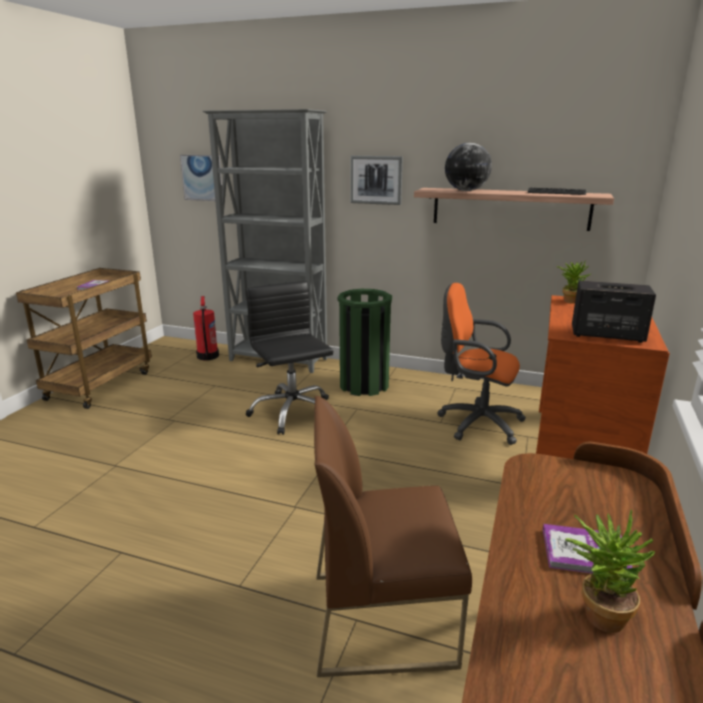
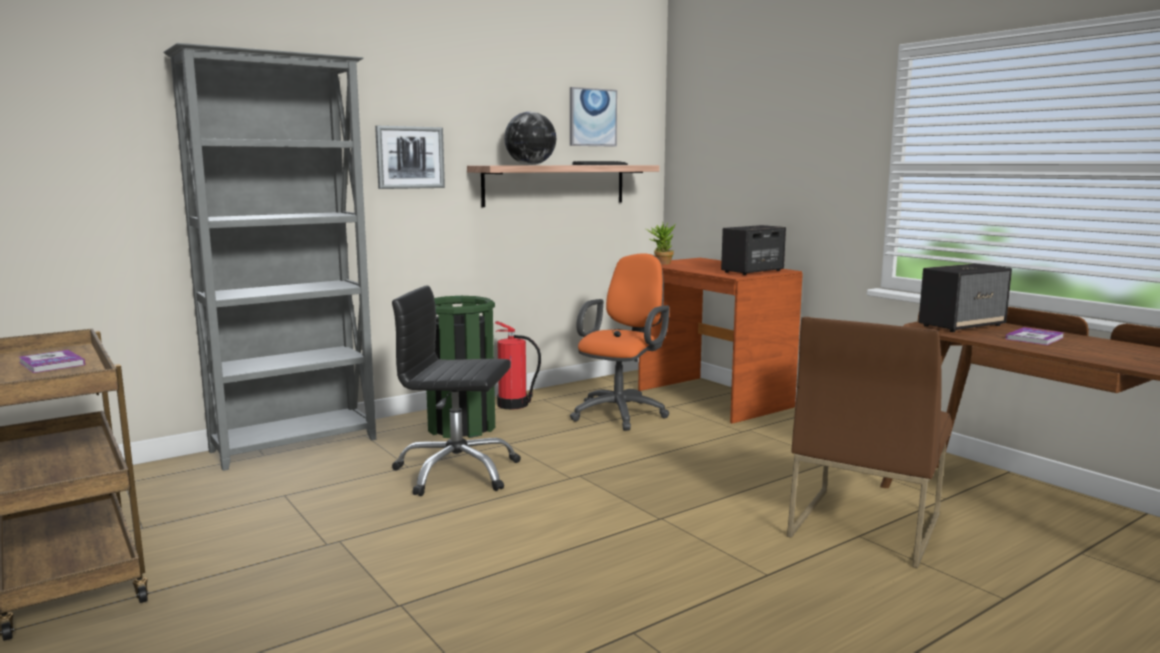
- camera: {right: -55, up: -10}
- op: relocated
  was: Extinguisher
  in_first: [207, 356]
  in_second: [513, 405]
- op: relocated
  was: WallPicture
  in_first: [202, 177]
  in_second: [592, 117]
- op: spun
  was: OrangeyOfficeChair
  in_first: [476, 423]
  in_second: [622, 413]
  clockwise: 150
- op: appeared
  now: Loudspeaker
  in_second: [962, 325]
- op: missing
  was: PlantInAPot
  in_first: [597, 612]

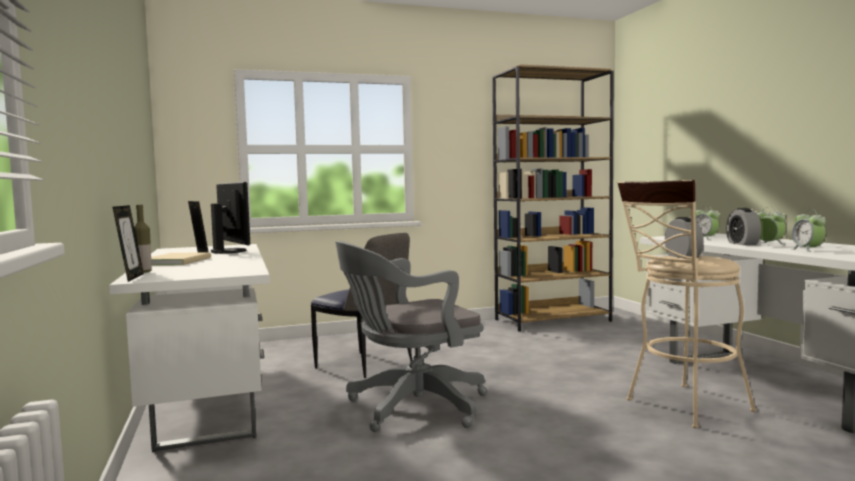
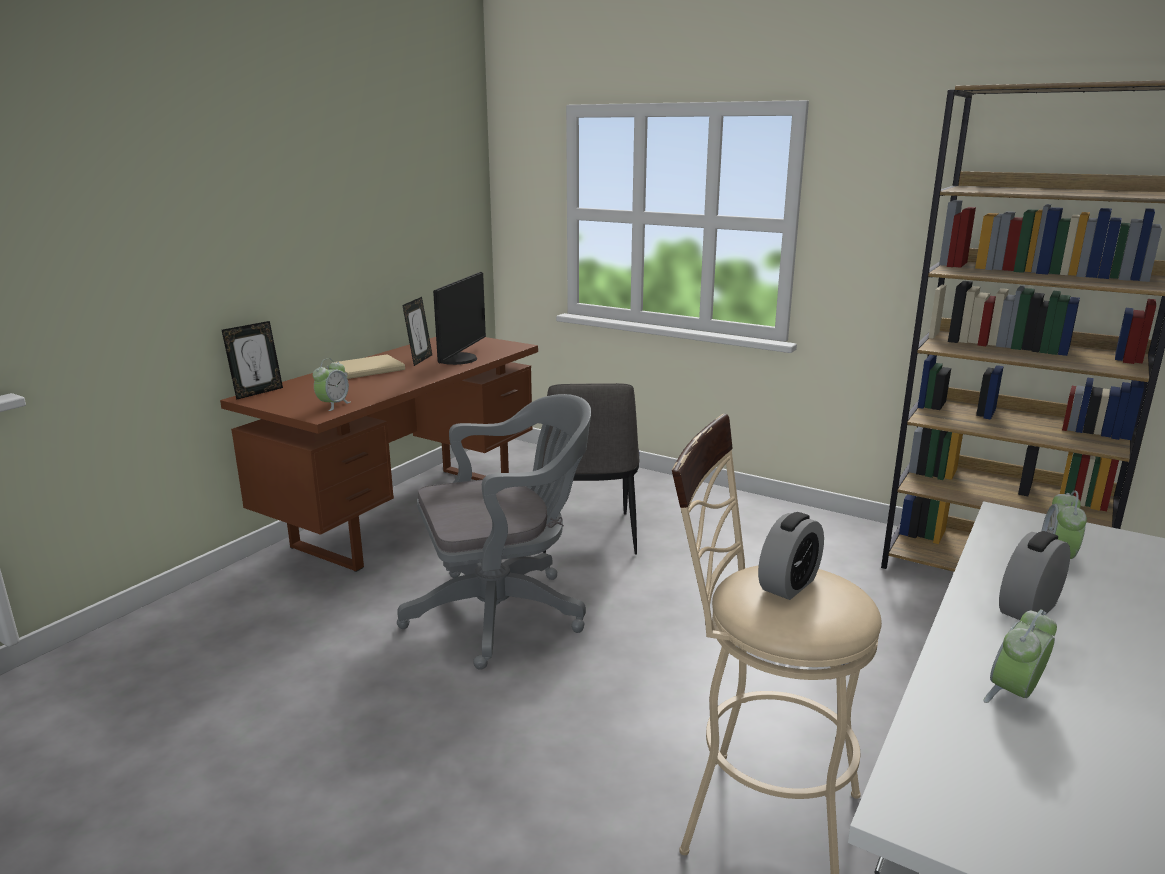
- camera: {right: 50, up: 15}
- op: colour
  was: WhiteDesk
  now: BrownColouredDesk
  in_first: [208, 401]
  in_second: [408, 513]
- op: relocated
  was: AlarmClock
  in_first: [769, 243]
  in_second: [333, 405]
- op: spun
  was: GreyishOfficeChair
  in_first: [411, 407]
  in_second: [504, 612]
  clockwise: 135
- op: missing
  was: BeverageBottle
  in_first: [143, 272]

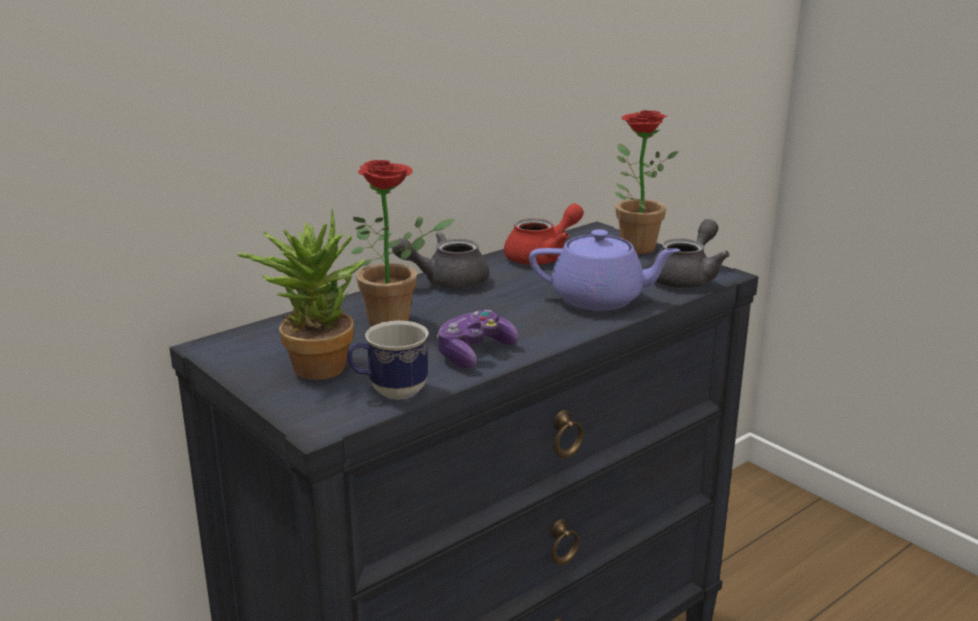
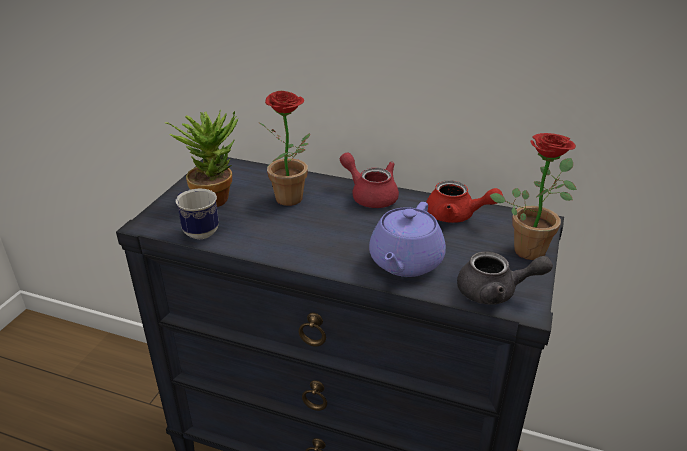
- camera: {right: 60, up: 10}
- op: colour
  was: GreyishTeapot
  now: RedTeapot
  in_first: [446, 281]
  in_second: [370, 195]
- op: spun
  was: PurplishTeapot
  in_first: [599, 299]
  in_second: [405, 262]
  clockwise: 45
- op: missing
  was: GameController
  in_first: [474, 353]

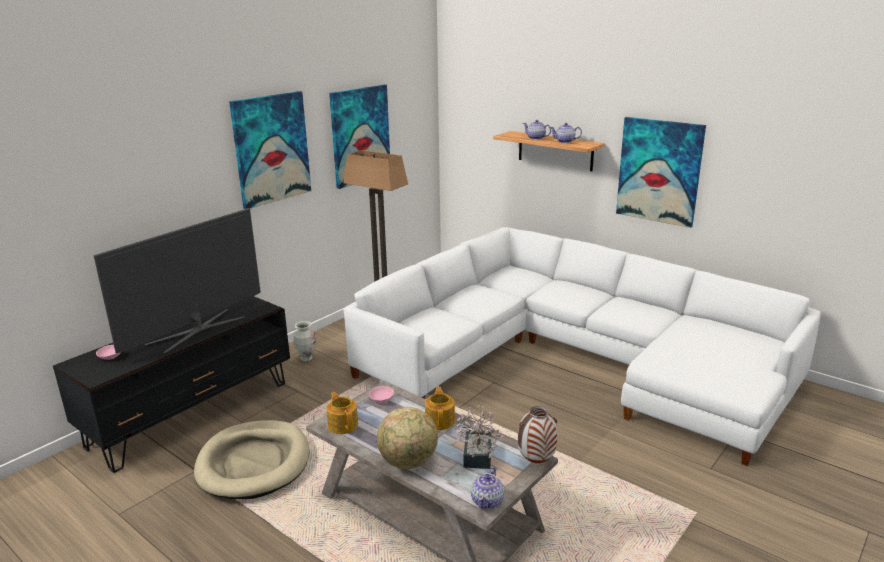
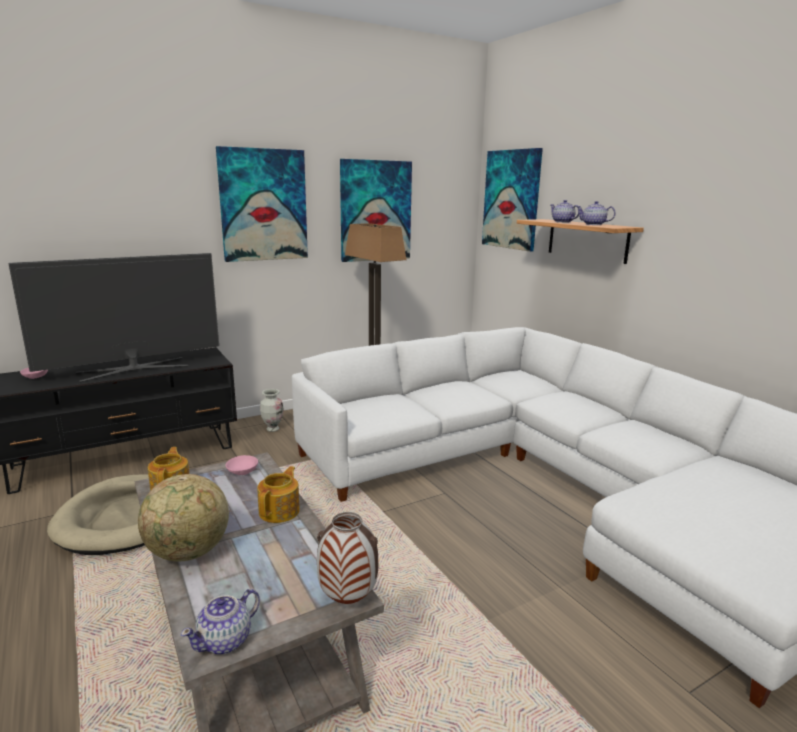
- camera: {right: 20, up: -5}
- op: relocated
  was: WallPicture
  in_first: [659, 171]
  in_second: [511, 199]
- op: missing
  was: PlantInAPot
  in_first: [476, 459]

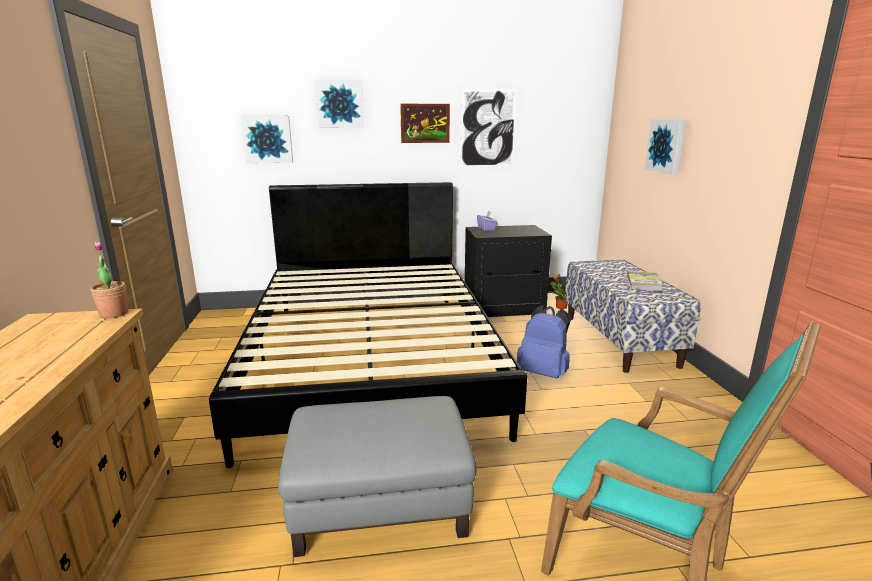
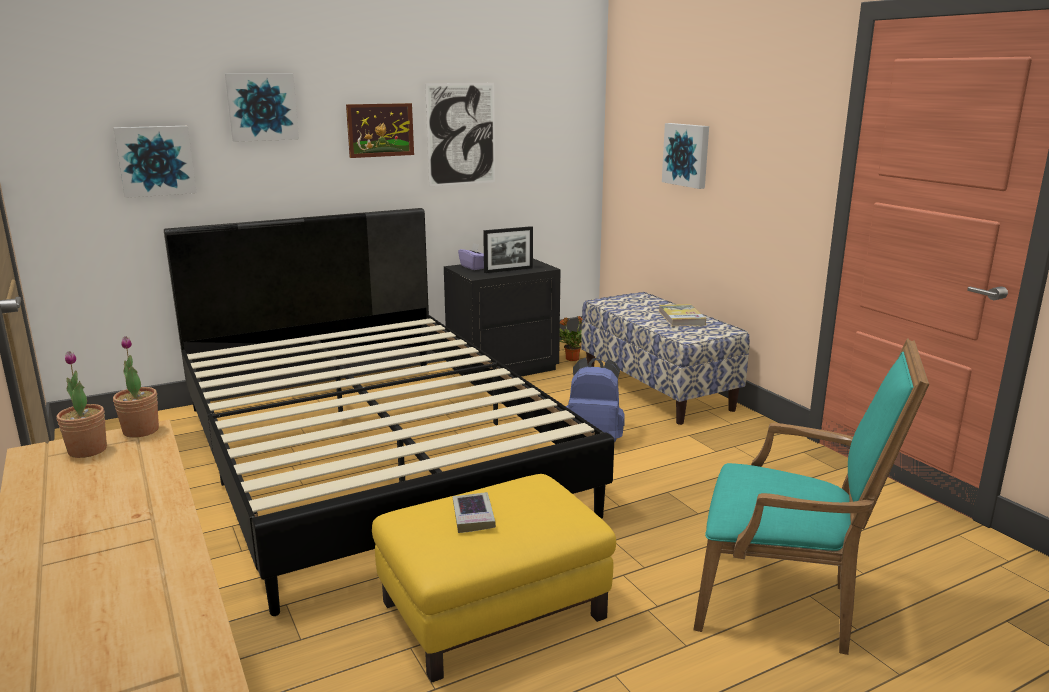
- camera: {right: -20, up: 0}
- op: appeared
  now: PlantInAPot
  in_second: [87, 450]
- op: colour
  was: GreyishPouffe
  now: YellowishPouffe
  in_first: [380, 503]
  in_second: [493, 609]
- op: appeared
  now: Volume
  in_second: [473, 516]
- op: appeared
  now: PhotoFrame
  in_second: [508, 270]

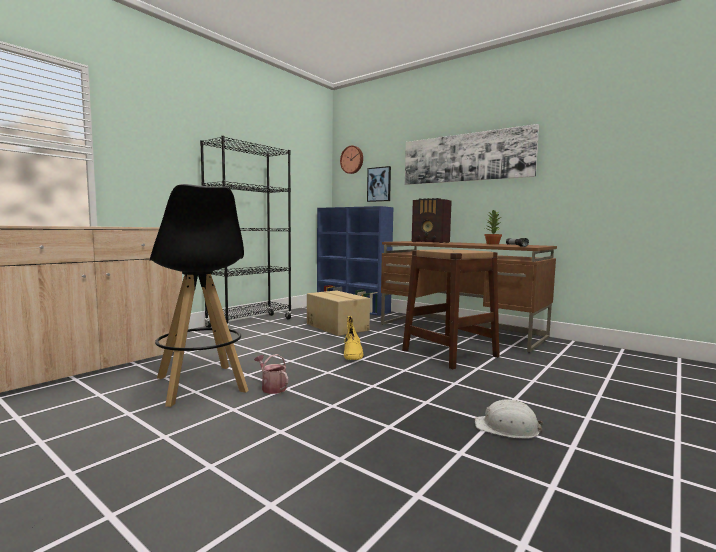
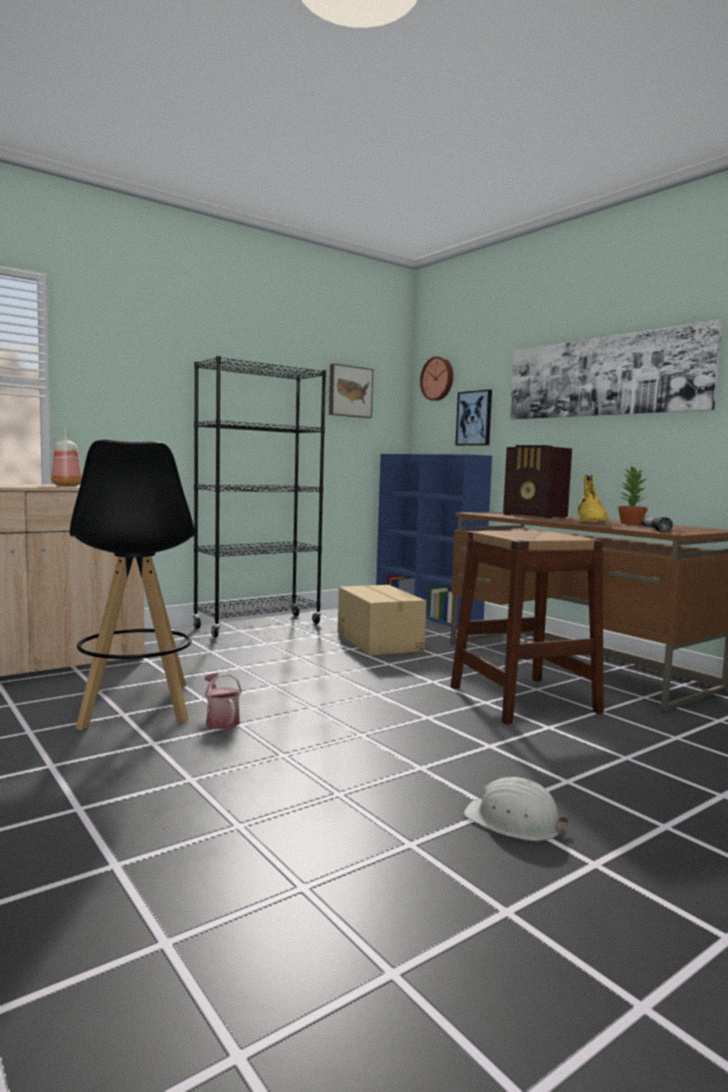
- camera: {right: 15, up: 0}
- op: appeared
  now: BeverageBottle
  in_second: [68, 485]
- op: appeared
  now: WallPicture
  in_second: [349, 391]
- op: relocated
  was: YellowishTallBoot
  in_first: [353, 354]
  in_second: [591, 521]

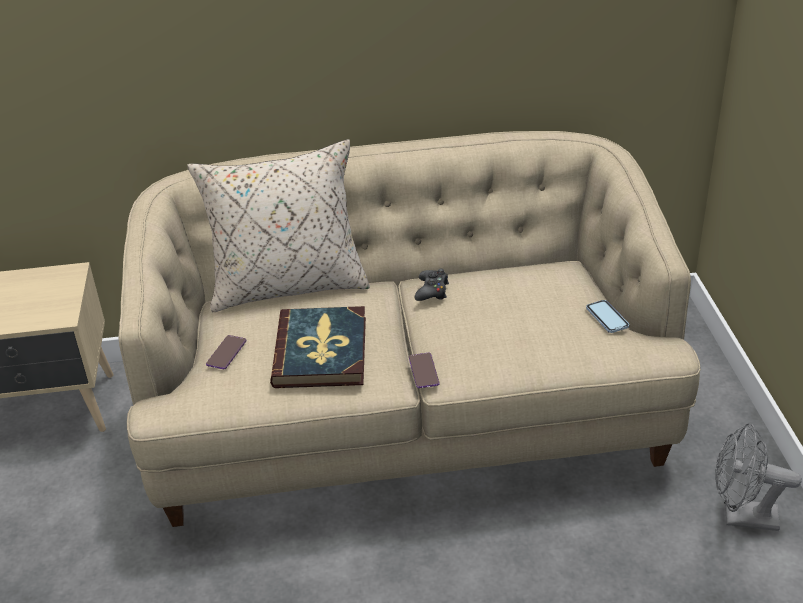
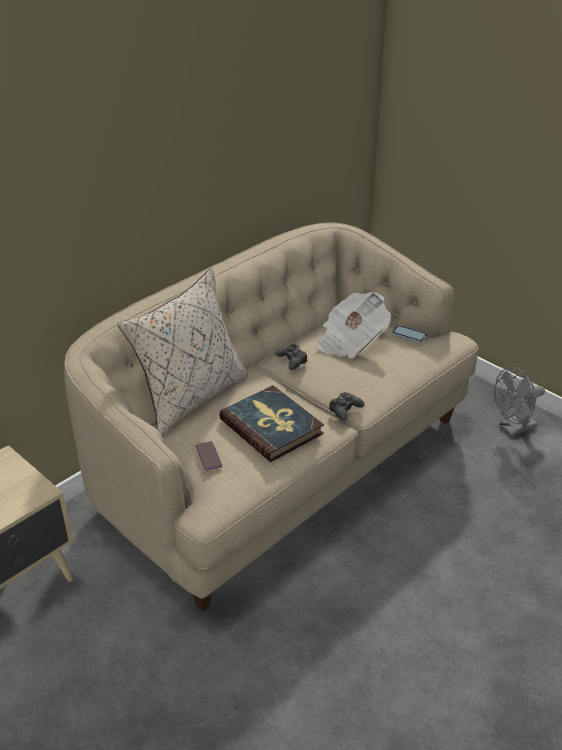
- camera: {right: -40, up: 0}
- op: appeared
  now: Newspaper
  in_second: [351, 341]
- op: exchanged
  was: Telephone
  now: BlackishGameController
  in_first: [423, 371]
  in_second: [345, 410]

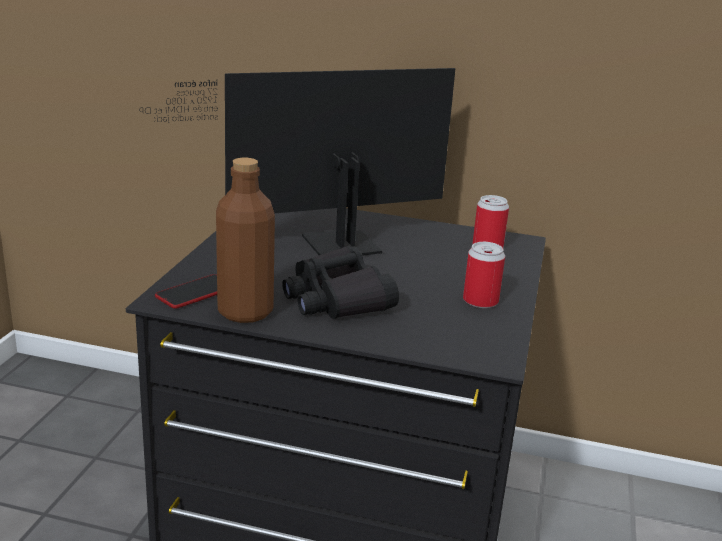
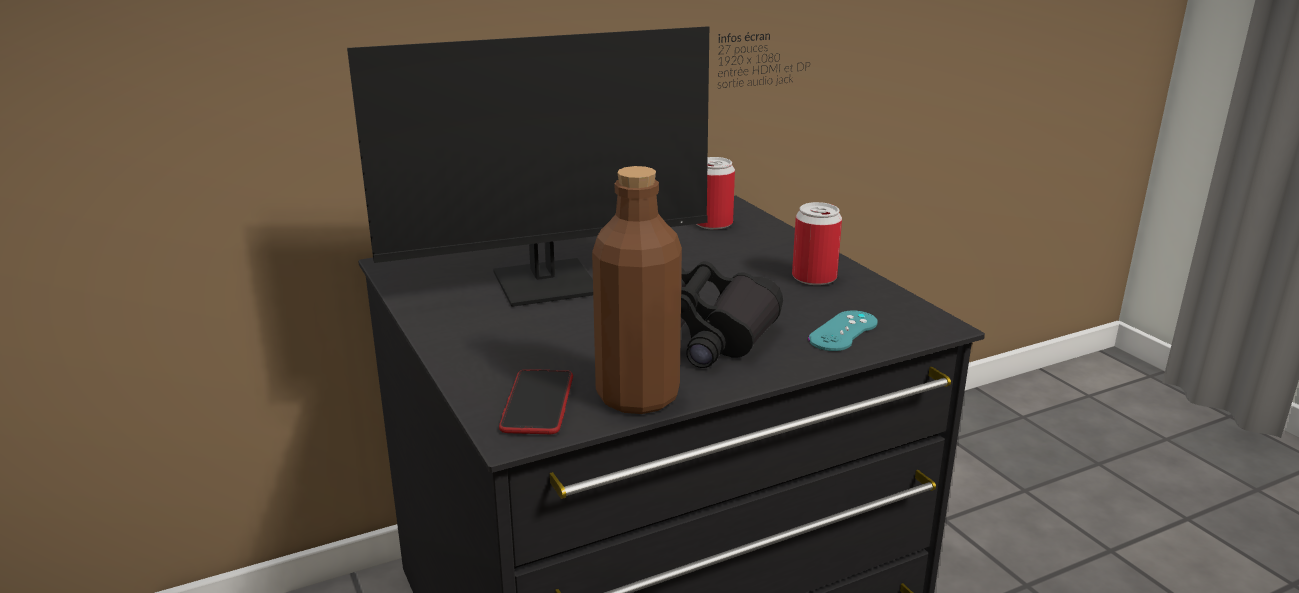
- camera: {right: -40, up: 0}
- op: spun
  was: ComputerScreen
  in_first: [329, 244]
  in_second: [563, 282]
  clockwise: -135
- op: appeared
  now: BlueGreenGameController
  in_second: [843, 331]

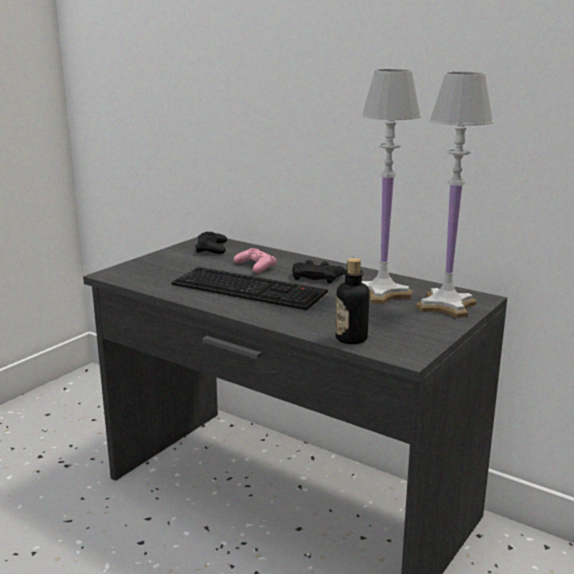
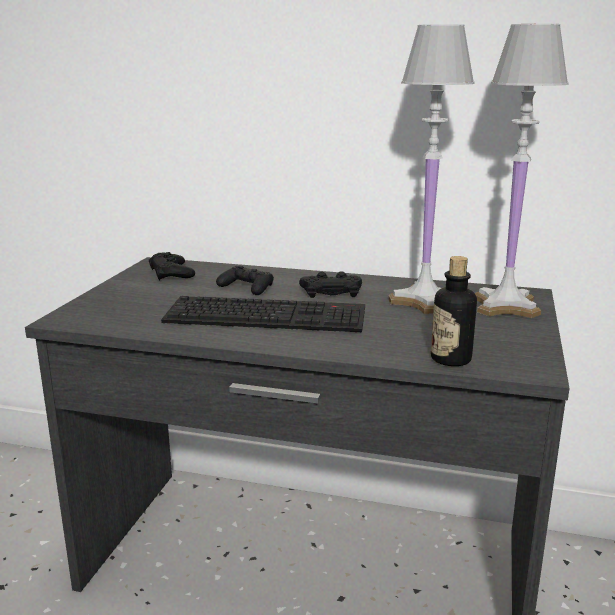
- camera: {right: -20, up: 0}
- op: colour
  was: PinkGameController
  now: BlackishGameController
  in_first: [255, 266]
  in_second: [247, 287]

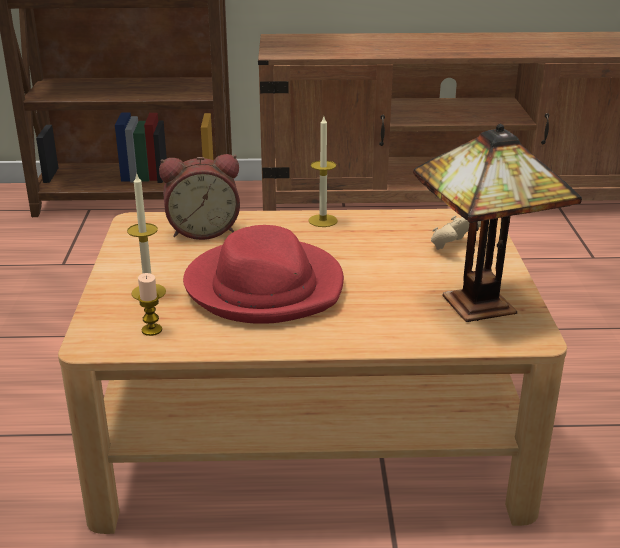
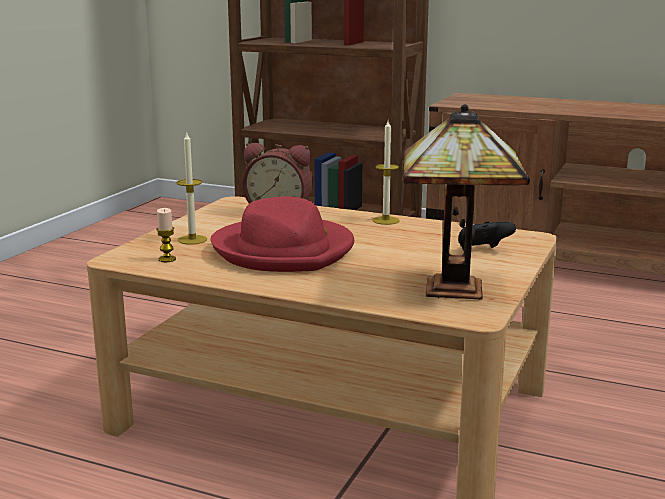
- camera: {right: 25, up: -10}
- op: colour
  was: BeigeColouredGameController
  now: BlackishGameController
  in_first: [454, 247]
  in_second: [482, 252]

